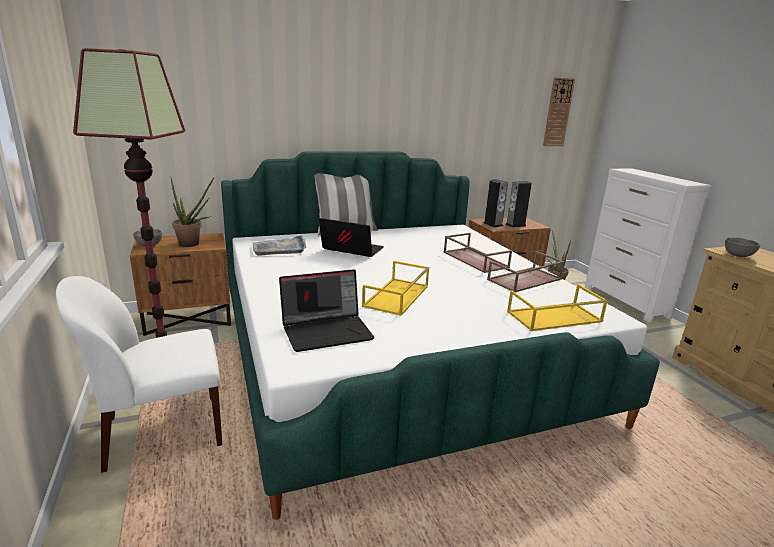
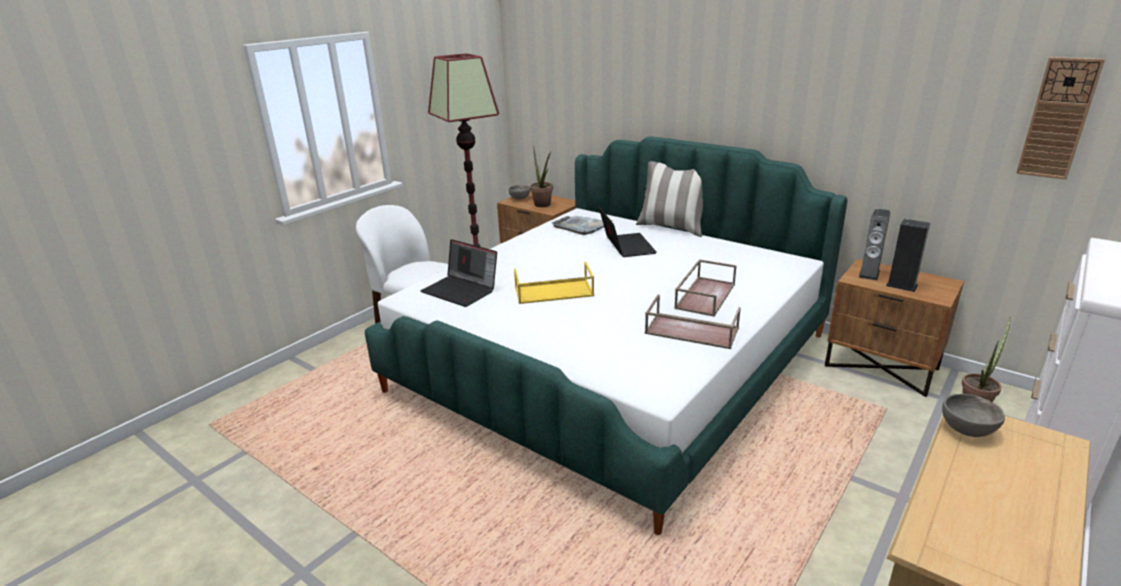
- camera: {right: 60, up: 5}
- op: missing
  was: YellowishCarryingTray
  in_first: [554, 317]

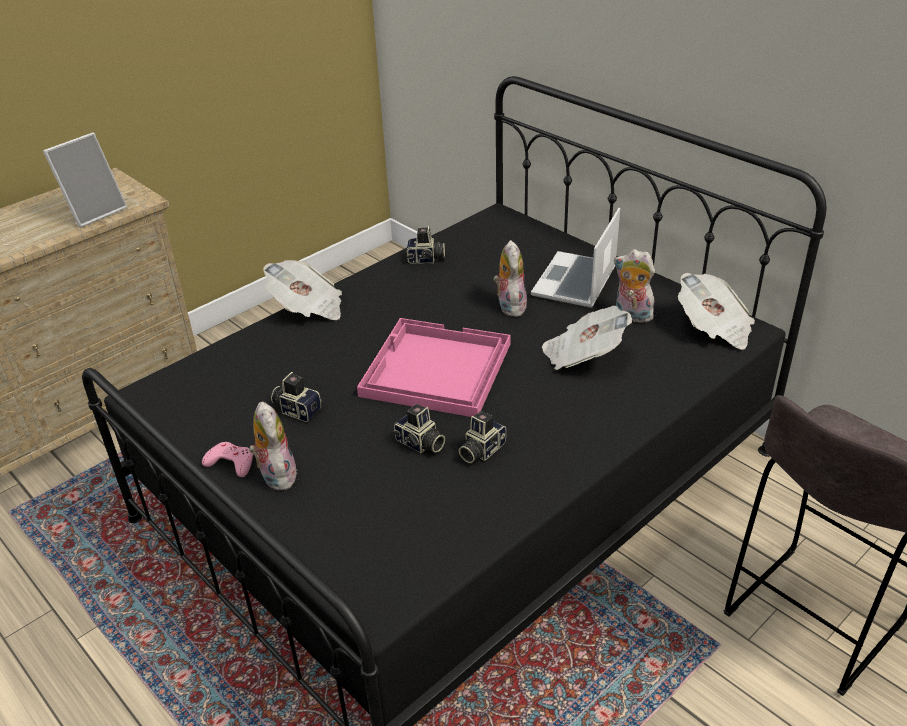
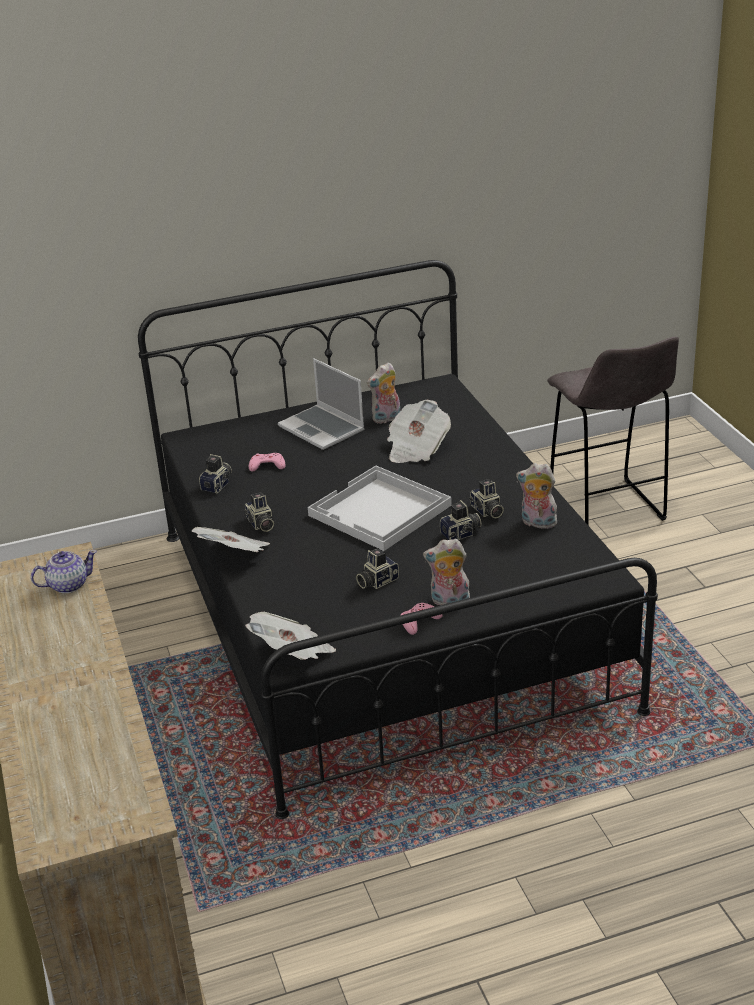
- camera: {right: -65, up: -5}
- op: exchanged
  was: PhotoFrame
  now: Teapot
  in_first: [95, 212]
  in_second: [68, 585]
- op: appeared
  now: StillCamera
  in_second: [260, 524]
- op: relocated
  was: Newspaper
  in_first: [714, 328]
  in_second: [293, 654]
- op: appeared
  now: PinkGameController
  in_second: [267, 465]
- op: colour
  was: PinkCarryingTray
  now: WhiteCarryingTray
  in_first: [435, 370]
  in_second: [380, 511]
- op: relocated
  was: PlushToy
  in_first: [509, 306]
  in_second: [537, 523]

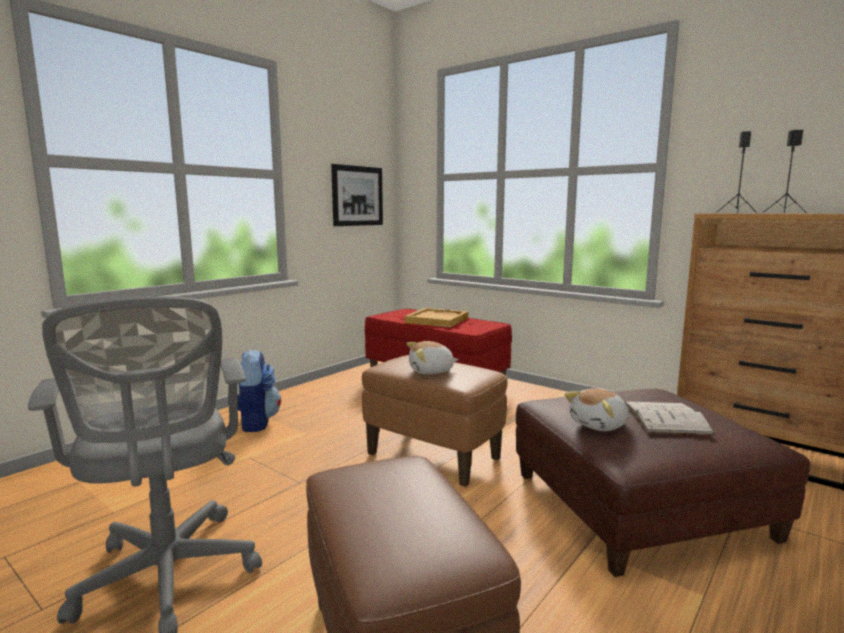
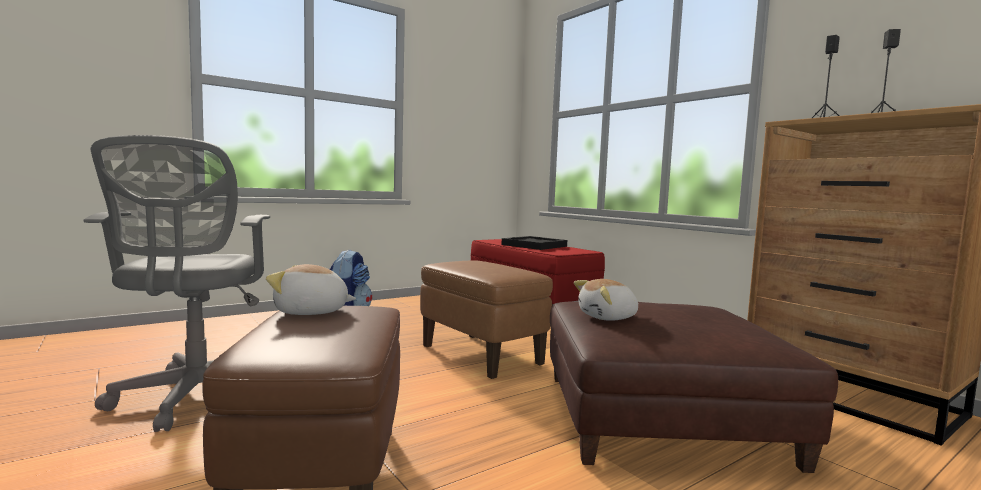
- camera: {right: 15, up: -5}
- op: relocated
  was: PlushToy
  in_first: [431, 371]
  in_second: [311, 312]
- op: colour
  was: BeigeColouredCarryingTray
  now: BlackishCarryingTray
  in_first: [437, 320]
  in_second: [535, 245]
- op: missing
  was: WallPicture
  in_first: [357, 196]
- op: missing
  was: WhiteVolume
  in_first: [665, 418]

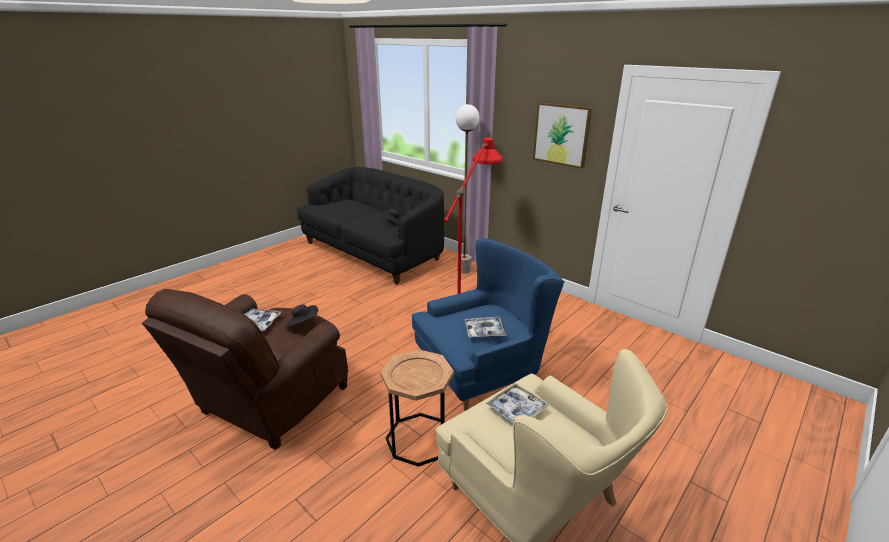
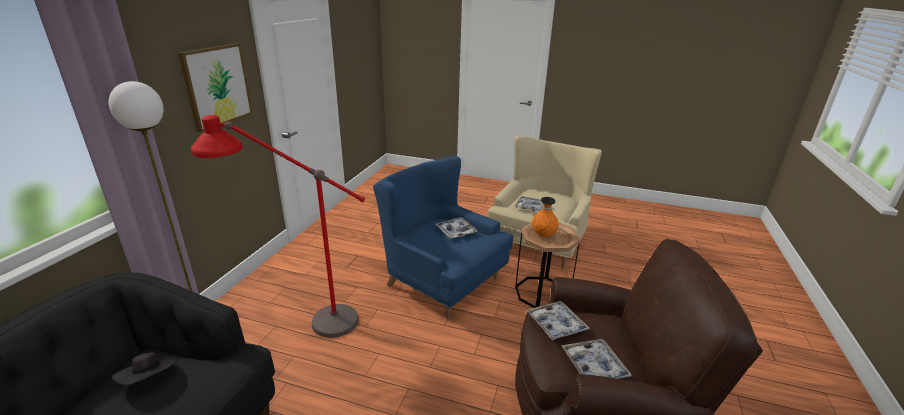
- camera: {right: -115, up: 0}
- op: exchanged
  was: BlackishClothingHat
  now: CarryingTray
  in_first: [303, 324]
  in_second: [556, 324]
- op: appeared
  now: OrangeyDecorativeVase
  in_second: [543, 235]

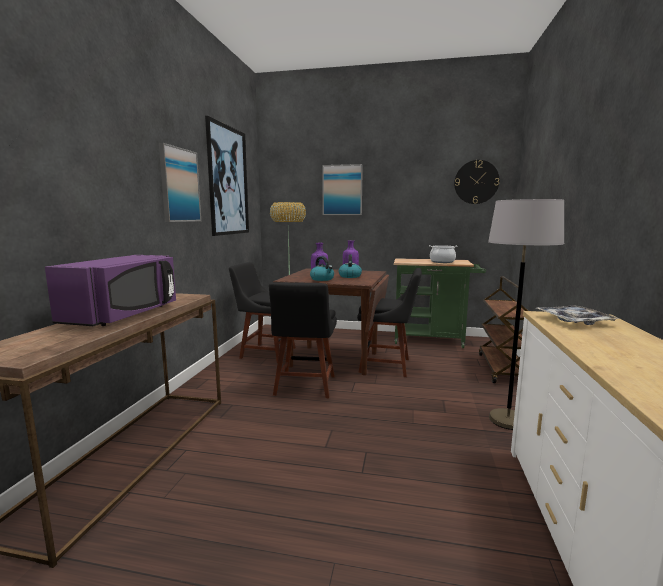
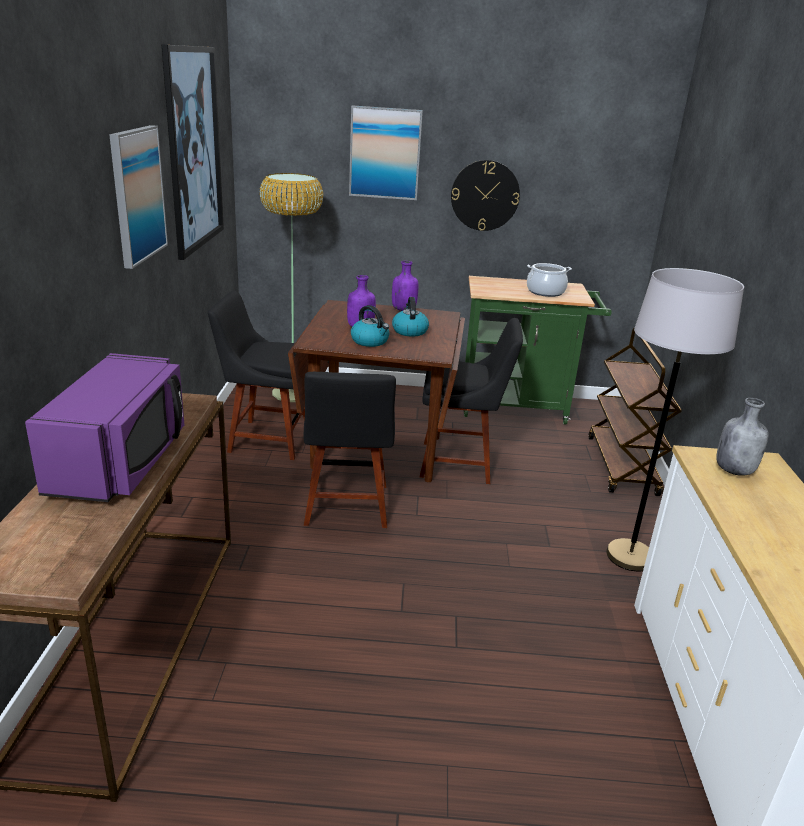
- camera: {right: -10, up: 15}
- op: relocated
  was: HangingClock
  in_first: [476, 182]
  in_second: [485, 195]
- op: exchanged
  was: CarryingTray
  now: GreyishBeverageBottle
  in_first: [574, 320]
  in_second: [734, 470]

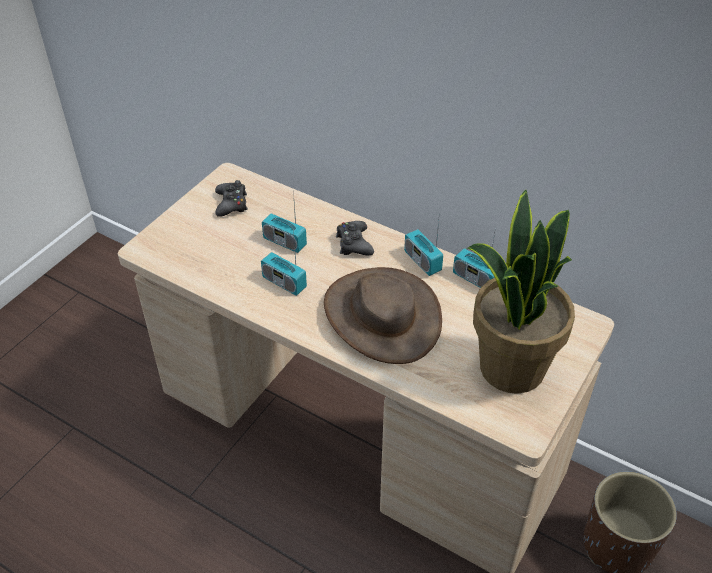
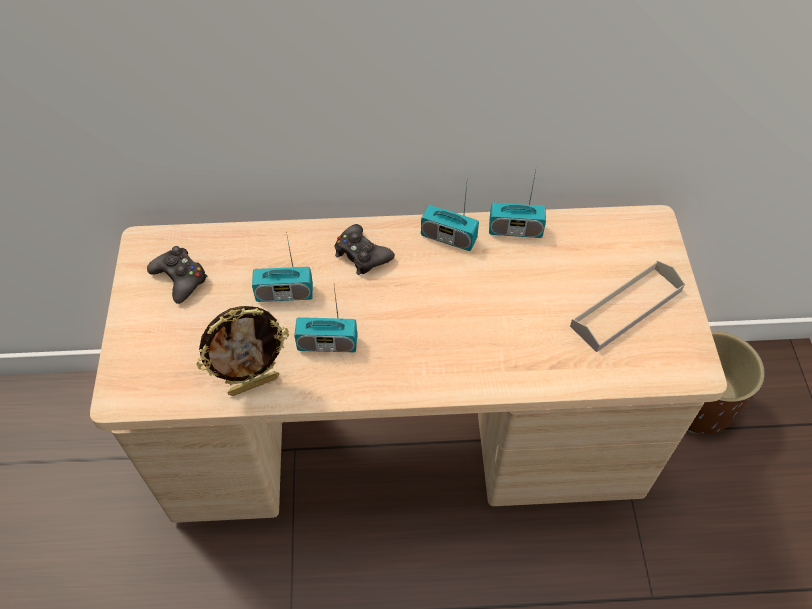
- camera: {right: -35, up: 10}
- op: appeared
  now: PhotoFrame
  in_second: [254, 384]
- op: exchanged
  was: PlantInAPot
  now: GreyishCarryingTray
  in_first: [510, 367]
  in_second: [626, 308]
- op: missing
  was: BrownColouredClothingHat
  in_first: [382, 316]

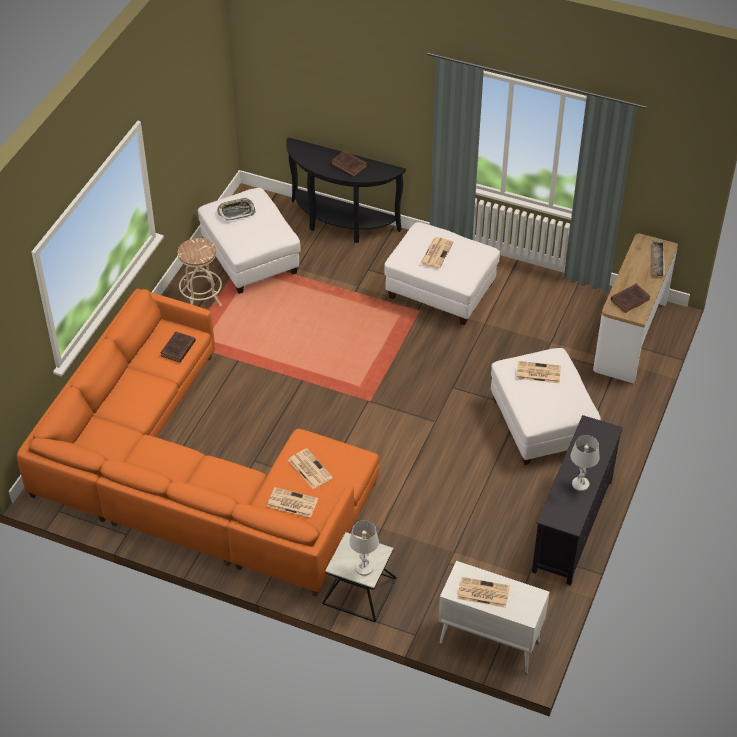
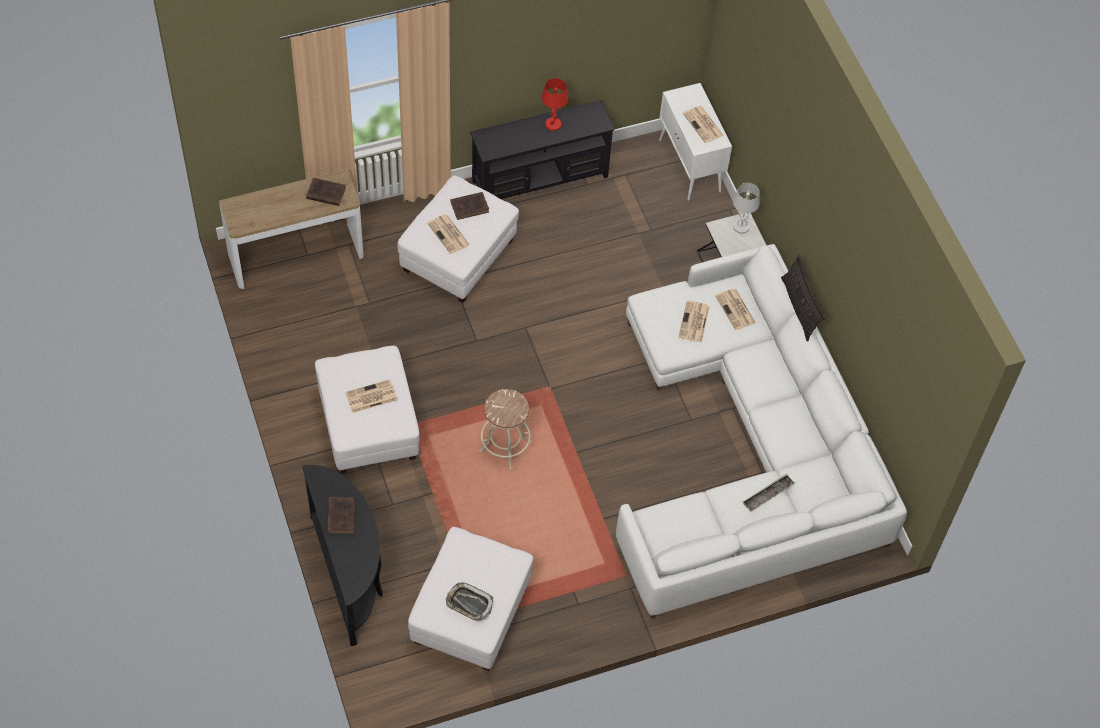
- camera: {right: -135, up: 10}
- op: relocated
  was: BrownColouredVolume
  in_first: [177, 349]
  in_second: [470, 207]
- op: relocated
  was: BeigeColouredStool
  in_first: [201, 298]
  in_second: [505, 447]
- op: colour
  was: WhiteTableLamp
  now: RedTableLamp
  in_first: [580, 484]
  in_second: [553, 124]
- op: colour
  was: OrangeyCouch
  now: WhiteCouch
  in_first: [192, 474]
  in_second: [749, 451]
- op: relocated
  was: CarryingTray
  in_first: [657, 260]
  in_second: [767, 494]
- op: appeared
  now: Cushion
  in_second: [799, 308]

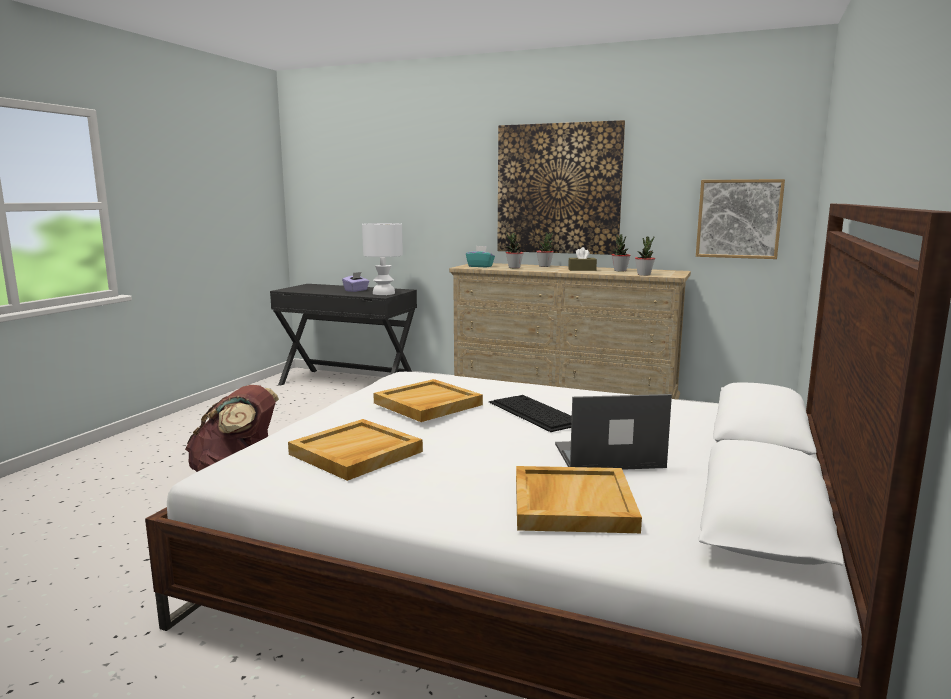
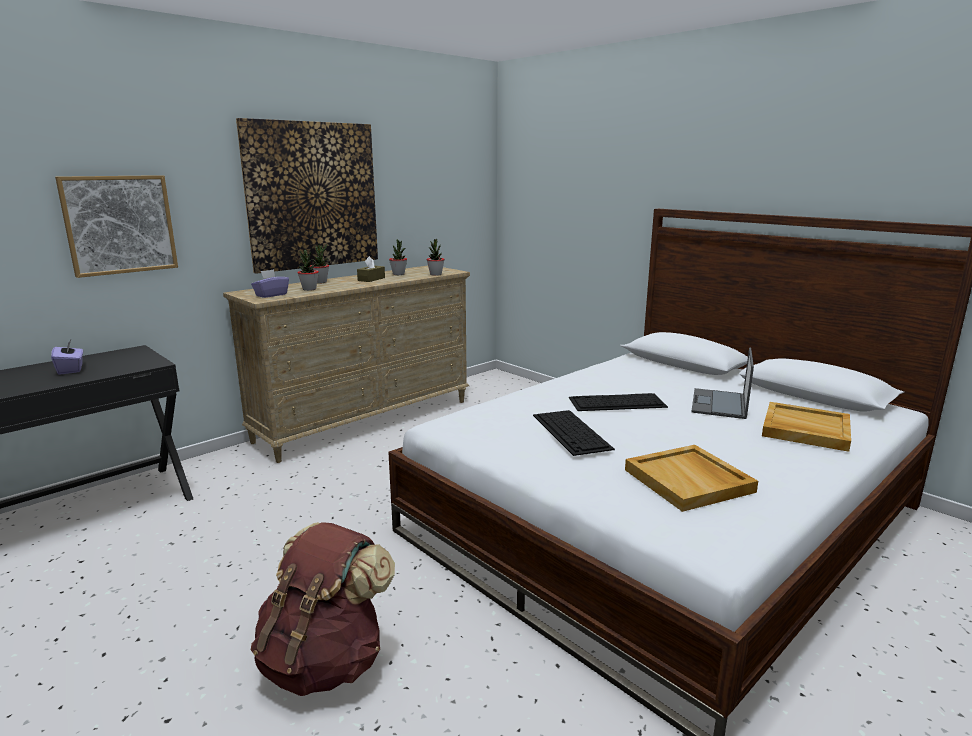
- camera: {right: -65, up: 5}
- op: relocated
  was: WallPicture
  in_first: [738, 219]
  in_second: [119, 224]
- op: colour
  was: BlueGreenTissueHolder
  now: PurplishTissueHolder
  in_first: [480, 266]
  in_second: [271, 295]
- op: exchanged
  was: BeigeColouredCarryingTray
  now: ComputerKeyboard
  in_first: [427, 404]
  in_second: [572, 432]
- op: missing
  was: WhiteTableLamp
  in_first: [384, 293]

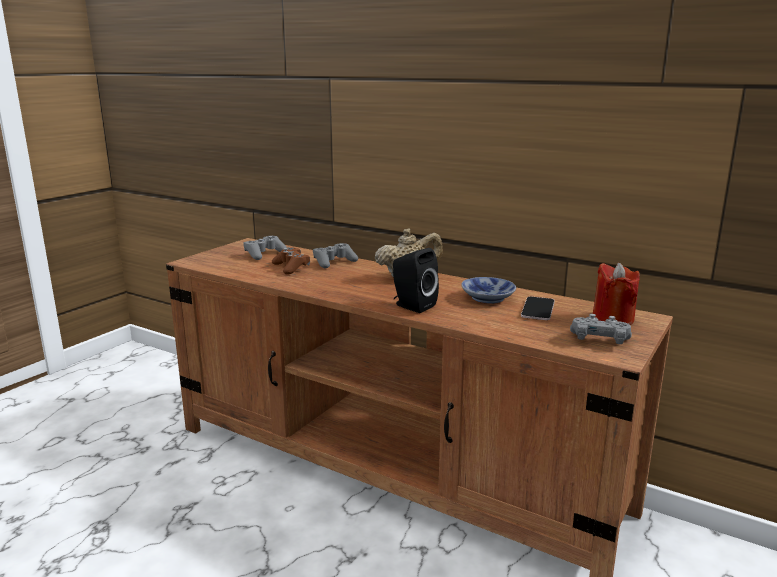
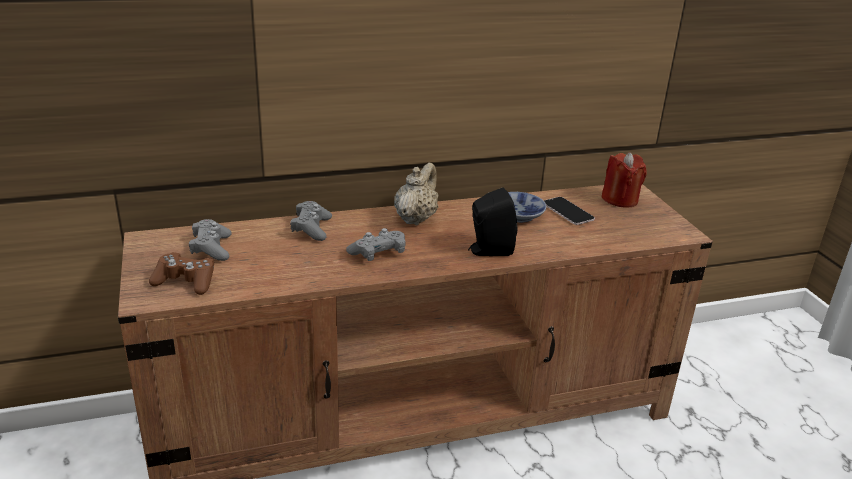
- camera: {right: -50, up: 10}
- op: relocated
  was: BrownColouredGameController
  in_first: [291, 267]
  in_second: [185, 282]
- op: relocated
  was: GreyishGameController
  in_first: [599, 340]
  in_second: [378, 254]

